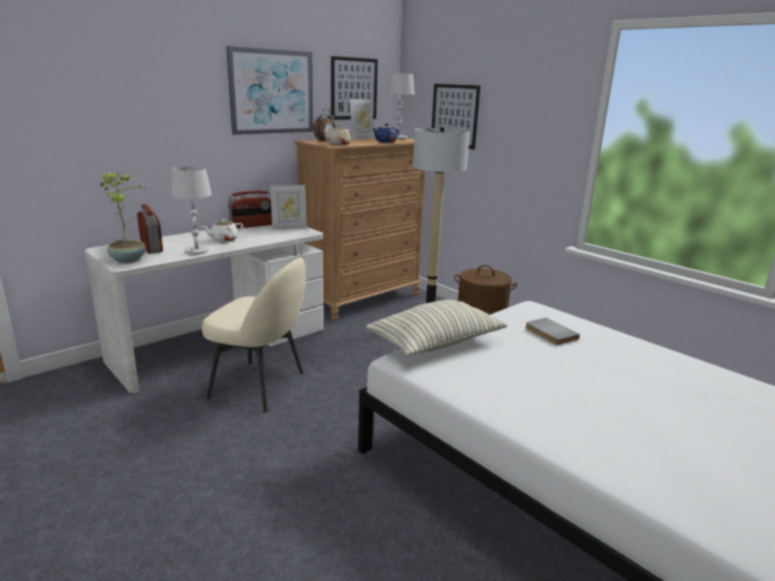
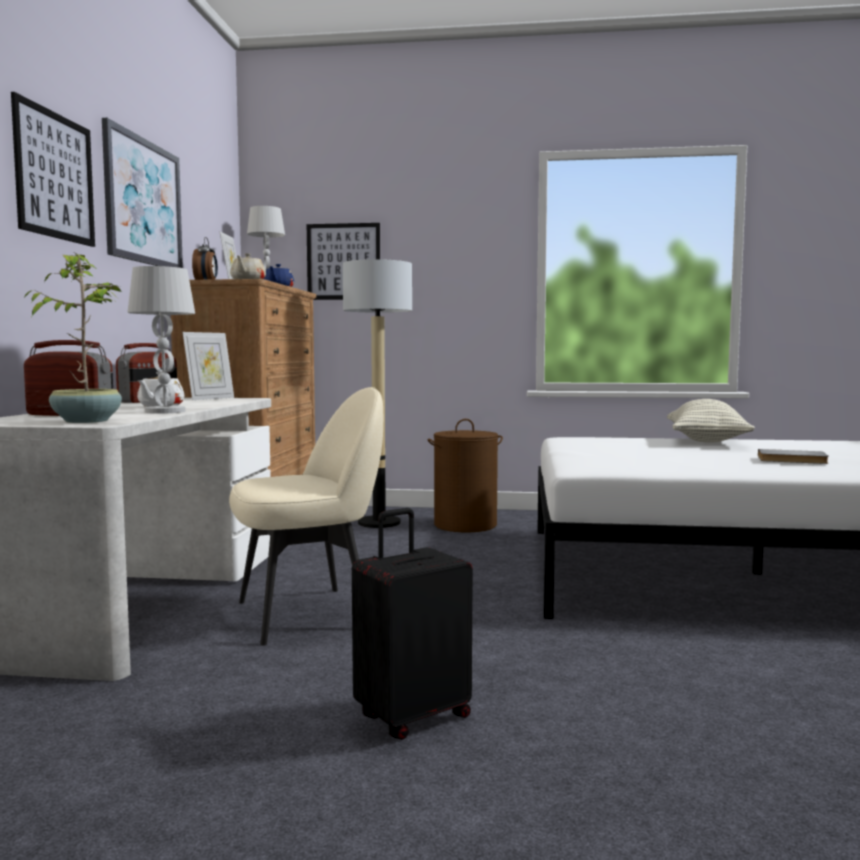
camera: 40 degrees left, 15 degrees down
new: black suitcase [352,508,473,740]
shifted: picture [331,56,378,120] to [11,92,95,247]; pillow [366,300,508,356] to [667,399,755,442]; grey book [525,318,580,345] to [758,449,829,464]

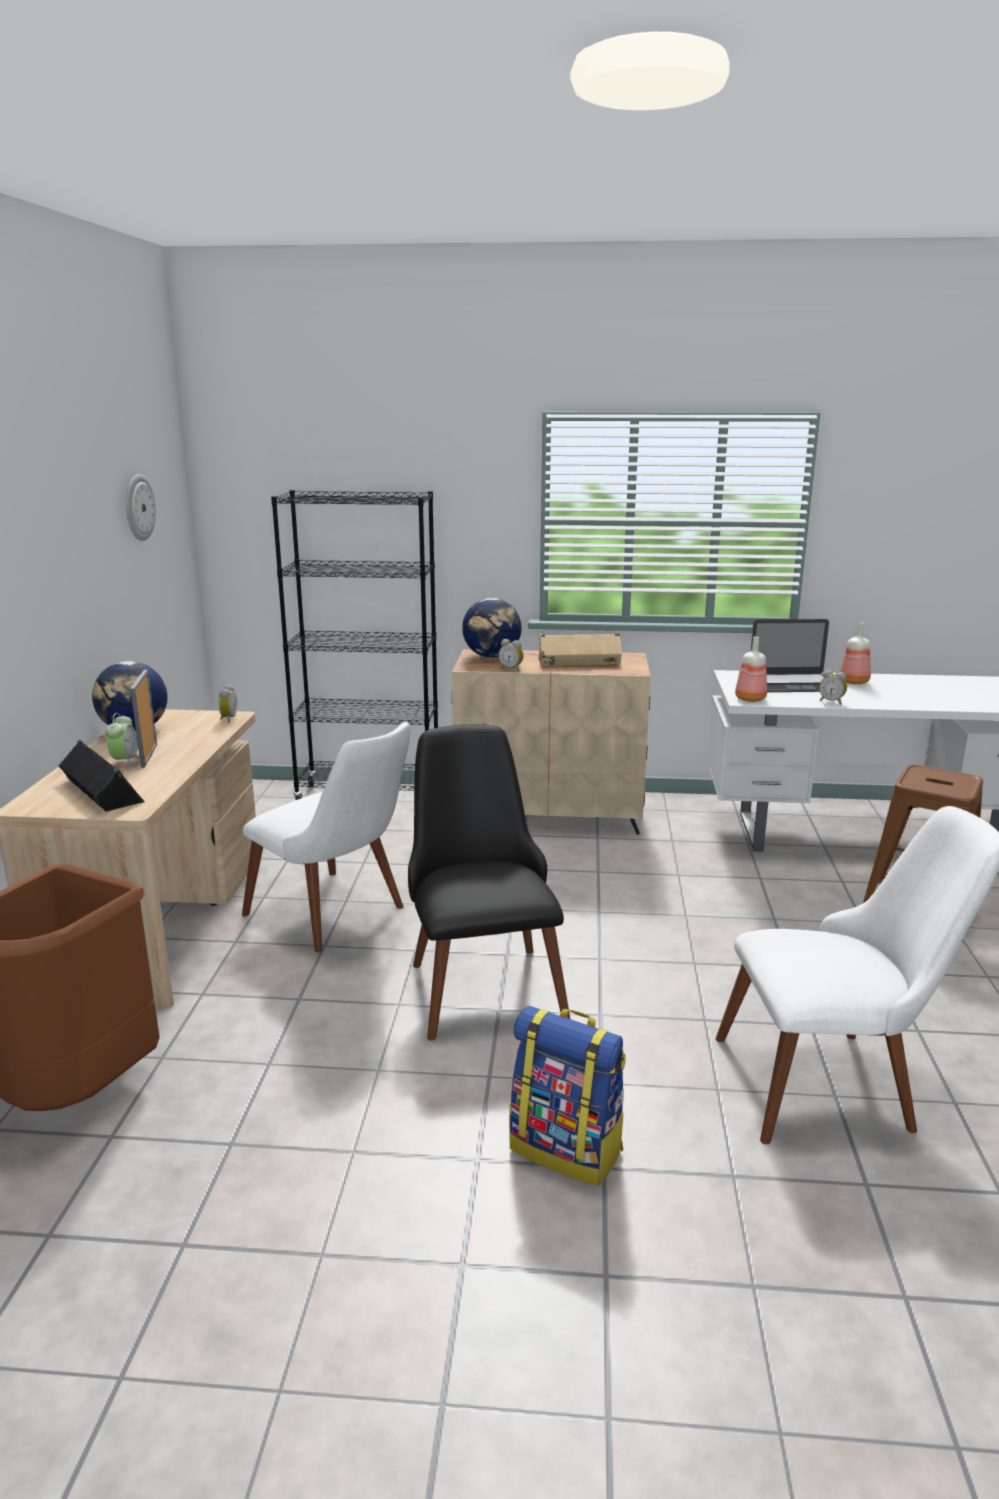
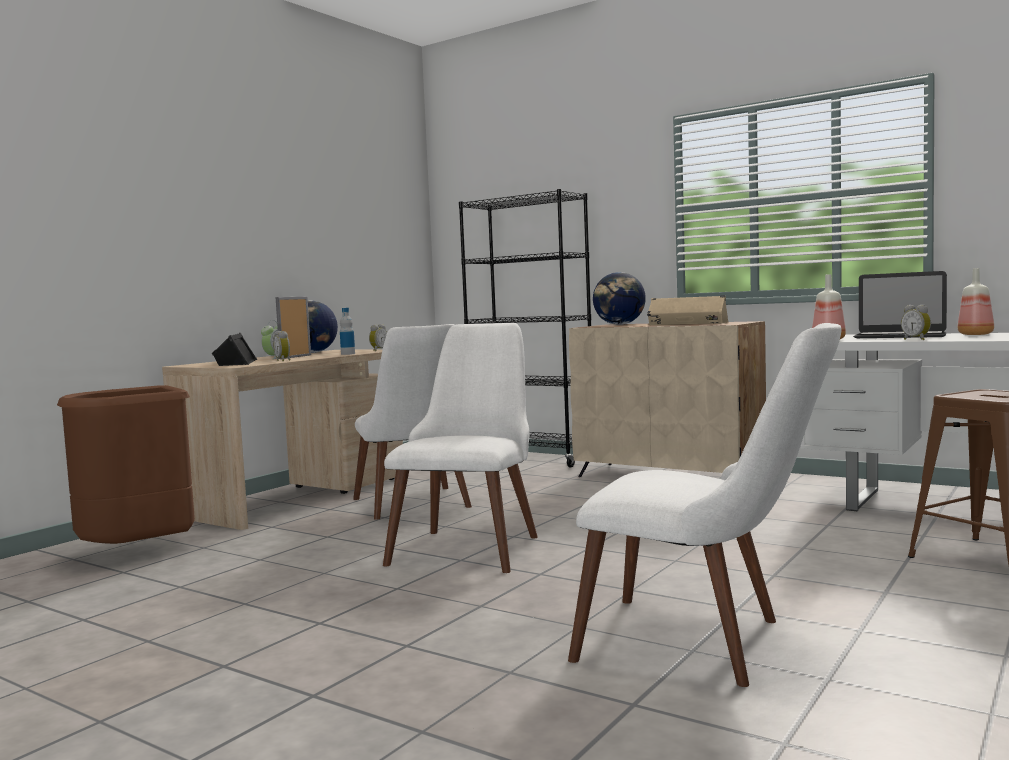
camera: 30 degrees right, 15 degrees down
gone: wall clock [126,474,156,541]; backpack [509,1006,626,1186]
new: bottle [340,308,355,355]
shifted: alarm clock [498,639,524,671] to [273,331,291,361]
repainted: black chair [408,724,570,1041] to white chair [383,323,538,573]

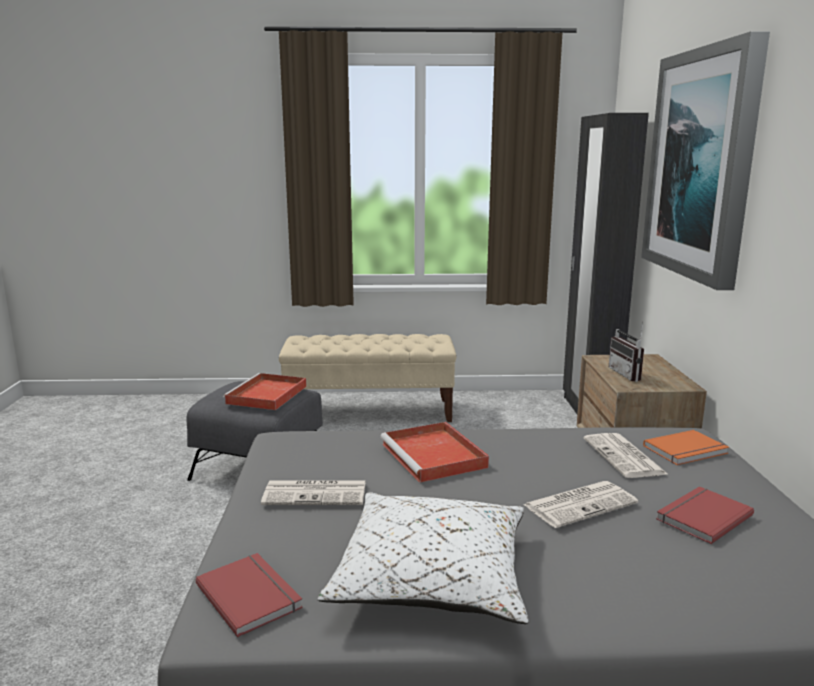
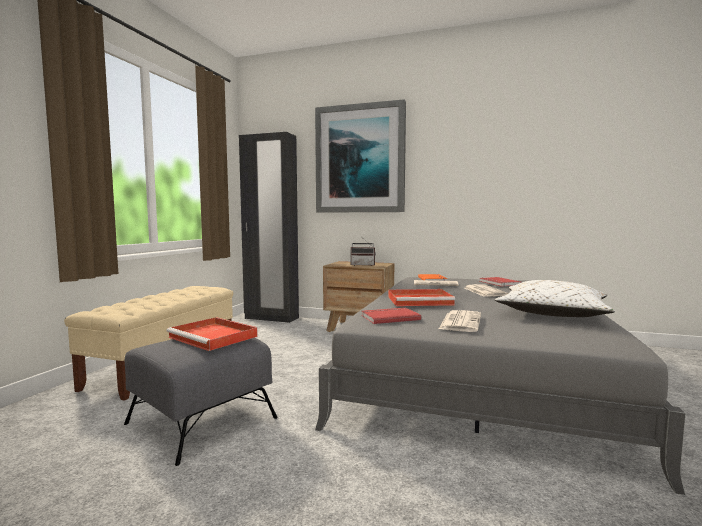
camera: 70 degrees left, 10 degrees down
shifted: red book [196,553,303,638] to [362,308,421,324]

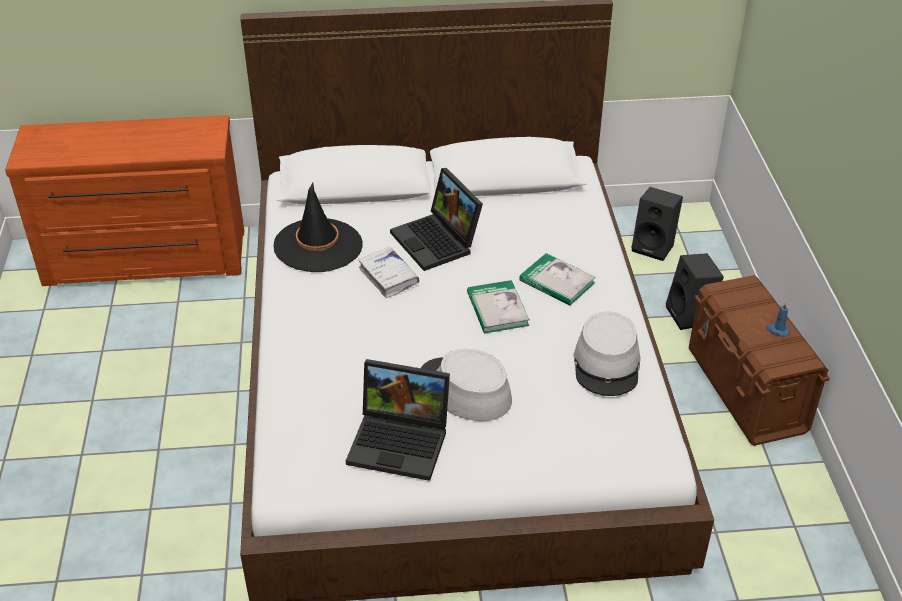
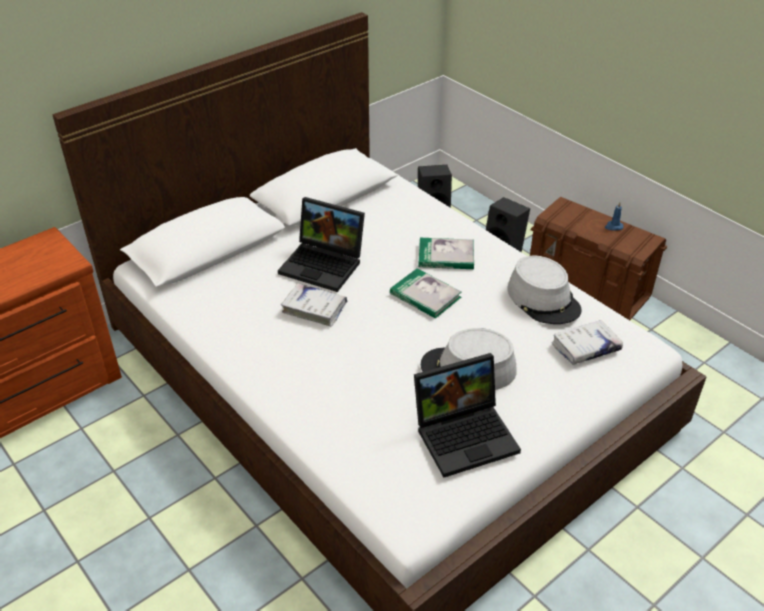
camera: 35 degrees left, 0 degrees up
gone: black hat [274,182,363,272]
new: white book [551,320,623,364]

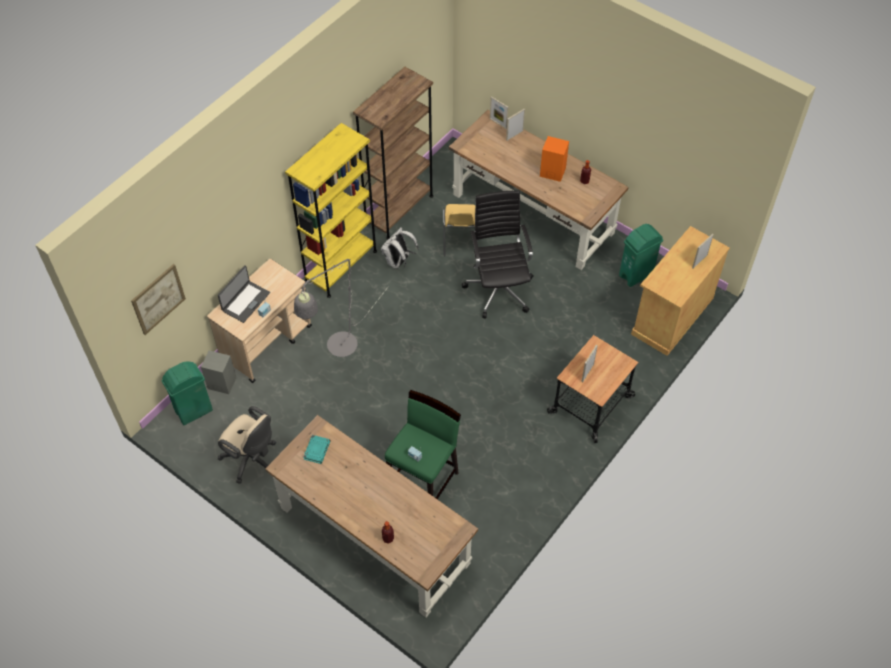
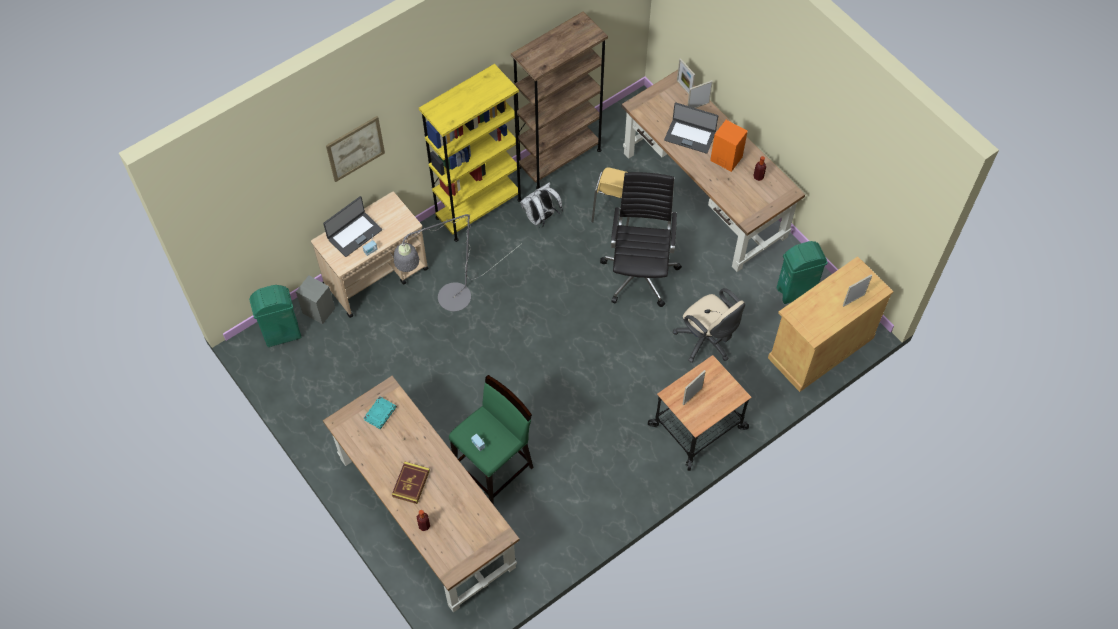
camera: 15 degrees right, 5 degrees up
new: book [392,462,430,504]; laptop [664,102,718,154]
shifted: picture [131,264,186,335] to [326,116,385,182]; beige office chair [218,406,276,484] to [673,288,745,363]

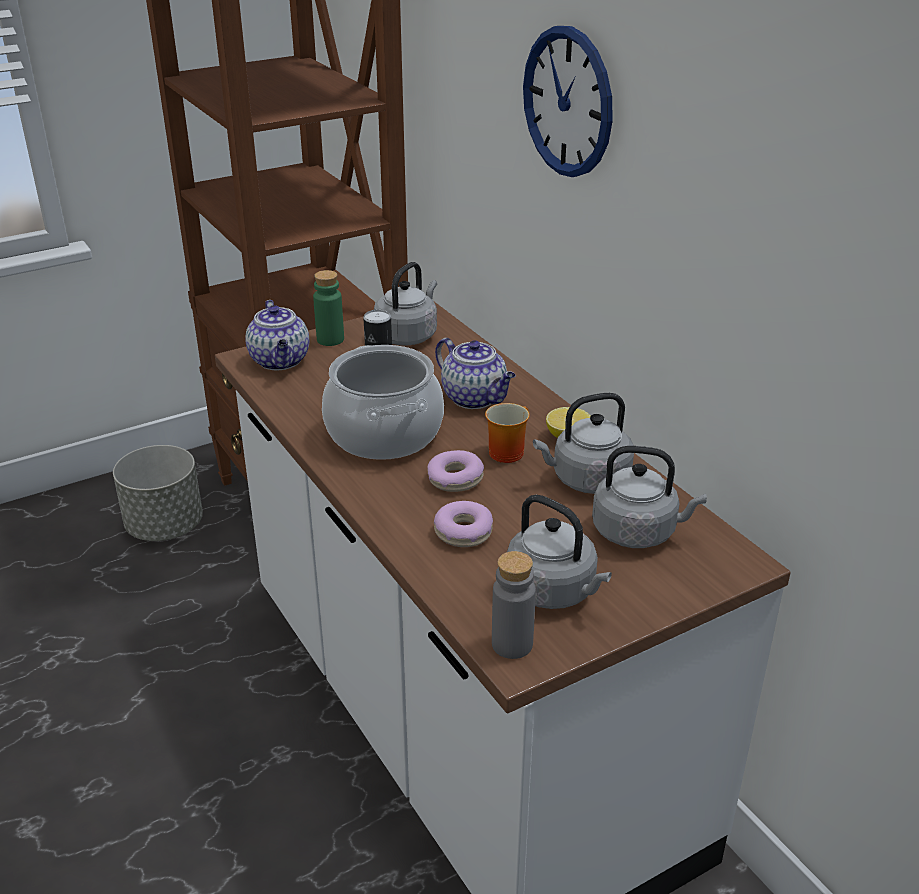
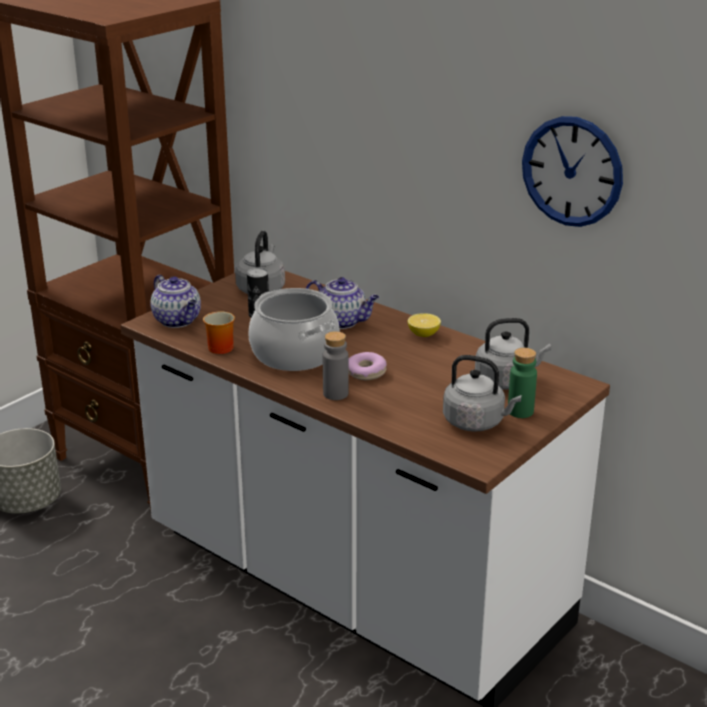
camera: 20 degrees left, 5 degrees down
gone: donut [434,501,493,547]; grey kettle [533,393,634,494]
shifted: green bottle [313,270,344,346] to [508,348,537,418]; mug [485,403,530,463] to [203,311,235,354]; grey bottle [492,551,536,659] to [323,331,349,400]; wall clock [523,26,613,177] to [522,116,623,227]

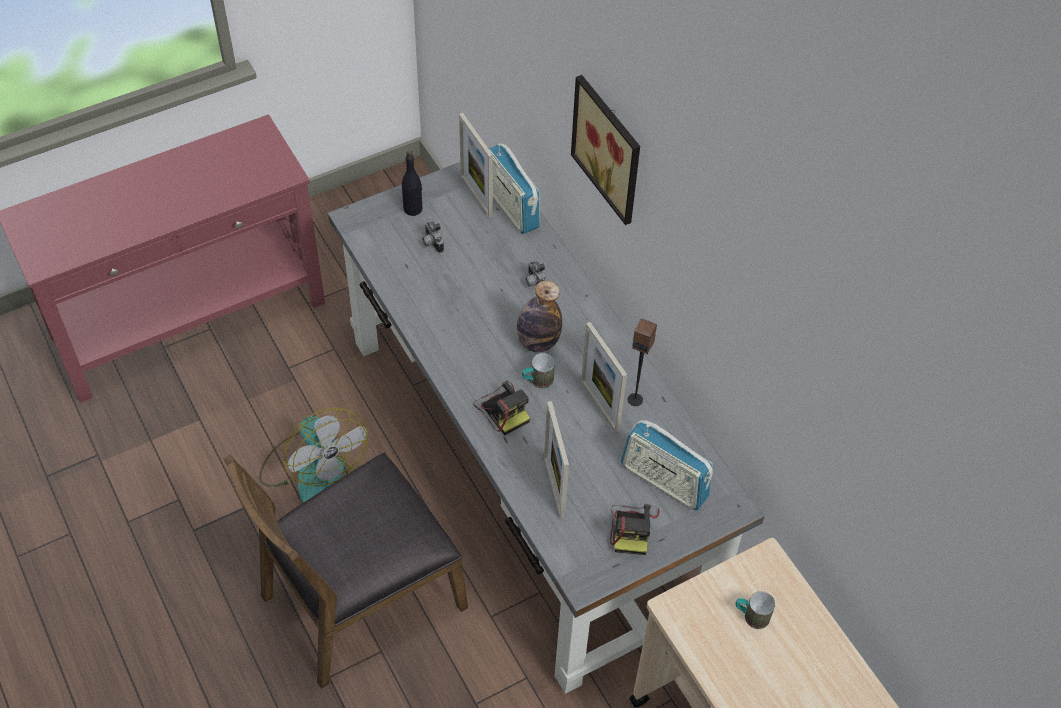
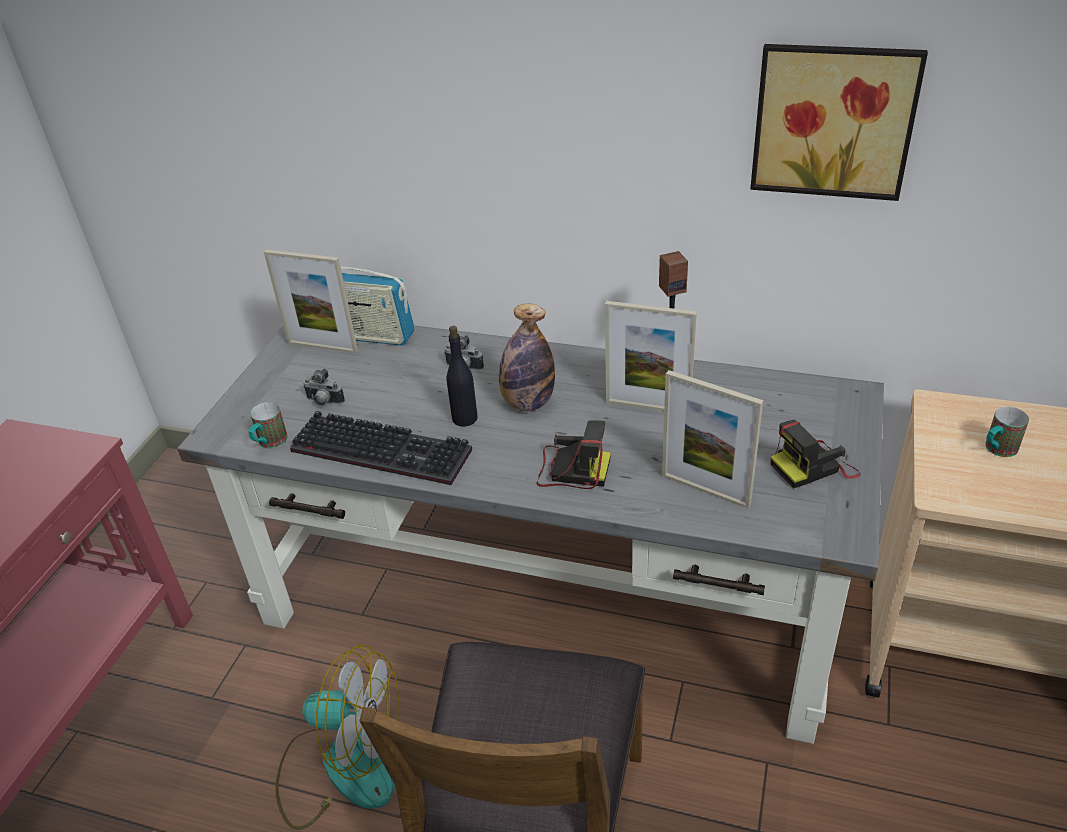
camera: 40 degrees left, 15 degrees down
gone: radio [621,420,713,510]
new: keyboard [290,411,472,485]
shifted: black bottle [402,150,423,216] to [446,326,478,427]; mug [522,353,555,389] to [248,402,288,449]; picture [571,75,640,225] to [750,44,928,201]
rotated: photo camera [610,504,660,555] = [771,420,860,489] 105 degrees clockwise

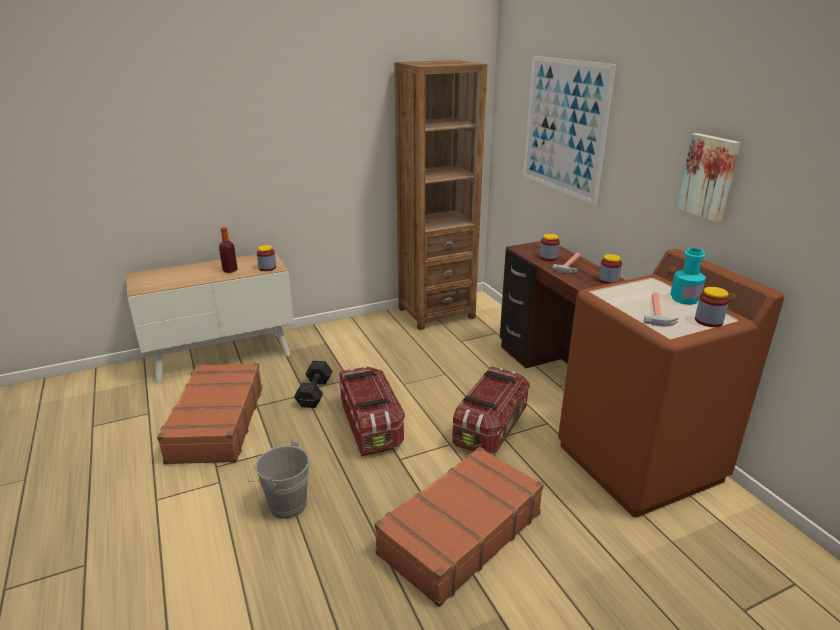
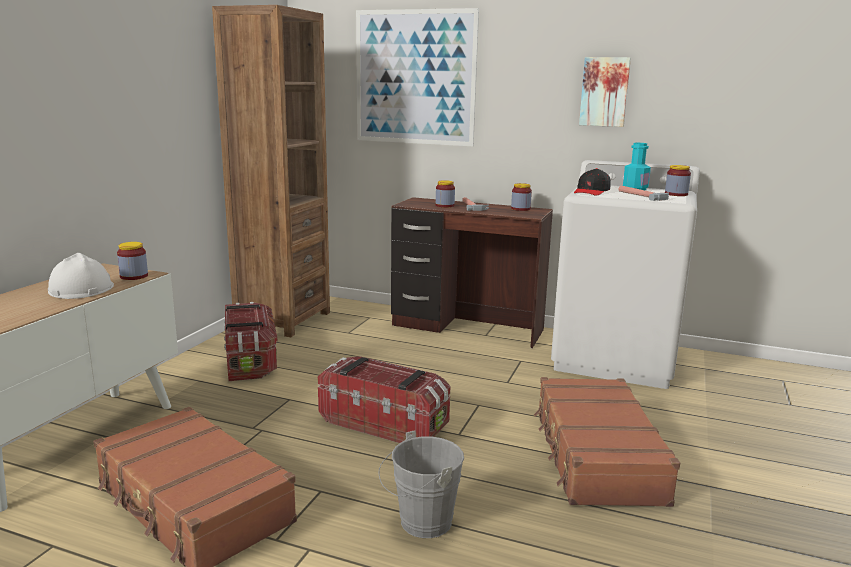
camera: 45 degrees left, 10 degrees down
gone: black dumbbell [294,361,332,408]
new: black cap [574,168,611,196]
shifted: storage box [452,366,530,454] to [224,302,277,381]
swapped: bottle [219,227,238,273] to white hard hat [48,253,114,299]
repainted: brown washing machine [558,249,784,517] to white washing machine [551,160,700,389]

